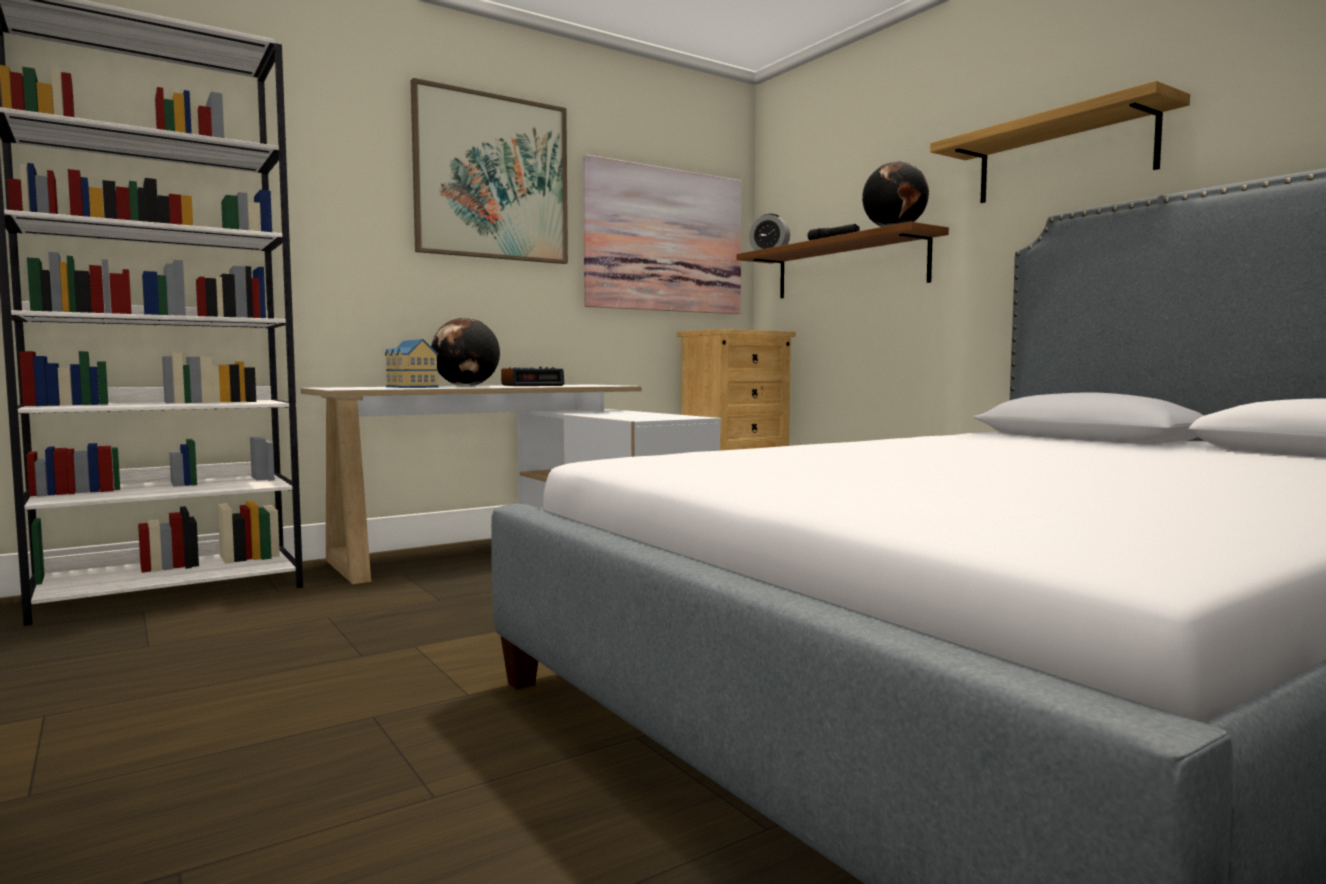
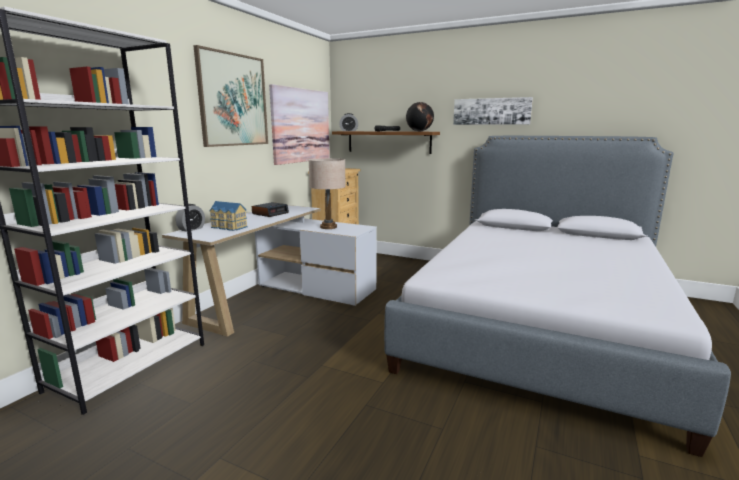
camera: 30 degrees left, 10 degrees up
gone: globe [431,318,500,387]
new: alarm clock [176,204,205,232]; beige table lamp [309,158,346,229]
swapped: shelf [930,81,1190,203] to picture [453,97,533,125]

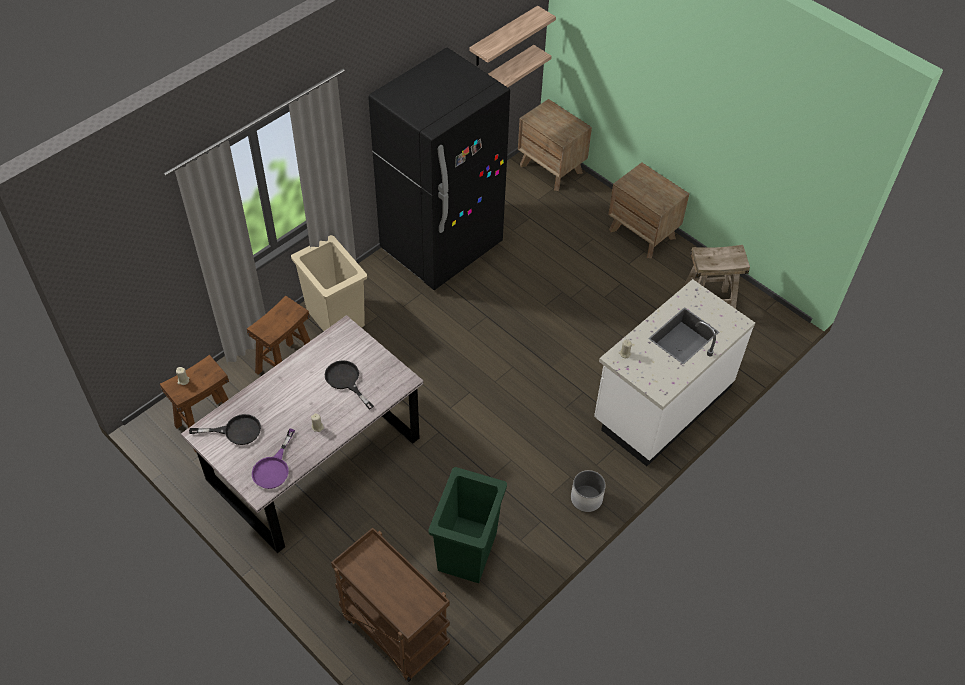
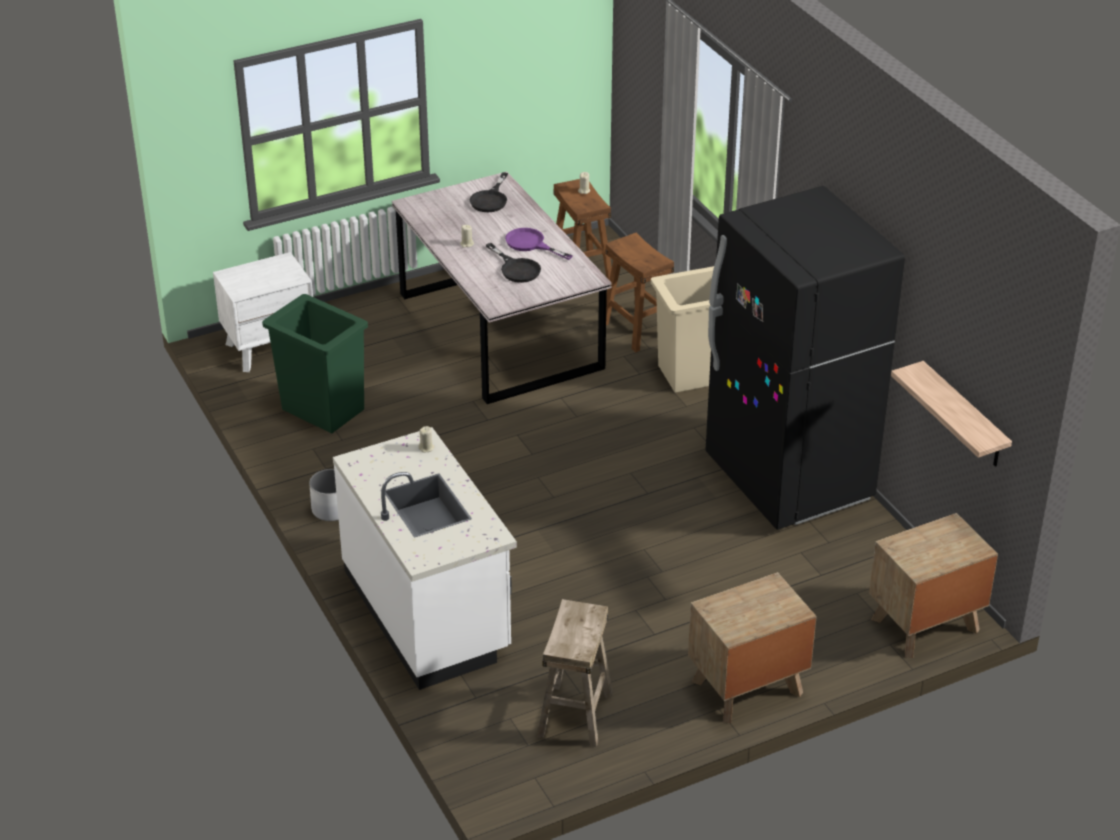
camera: 110 degrees right, 15 degrees down
gone: shelf [469,6,556,66]
shifted: purple frying pan [252,428,295,489] to [505,228,573,260]
swapped: brown cart [331,528,450,682] to white nightstand [213,252,313,372]
rotated: black frying pan [325,360,374,410] = [486,243,541,283] 75 degrees clockwise

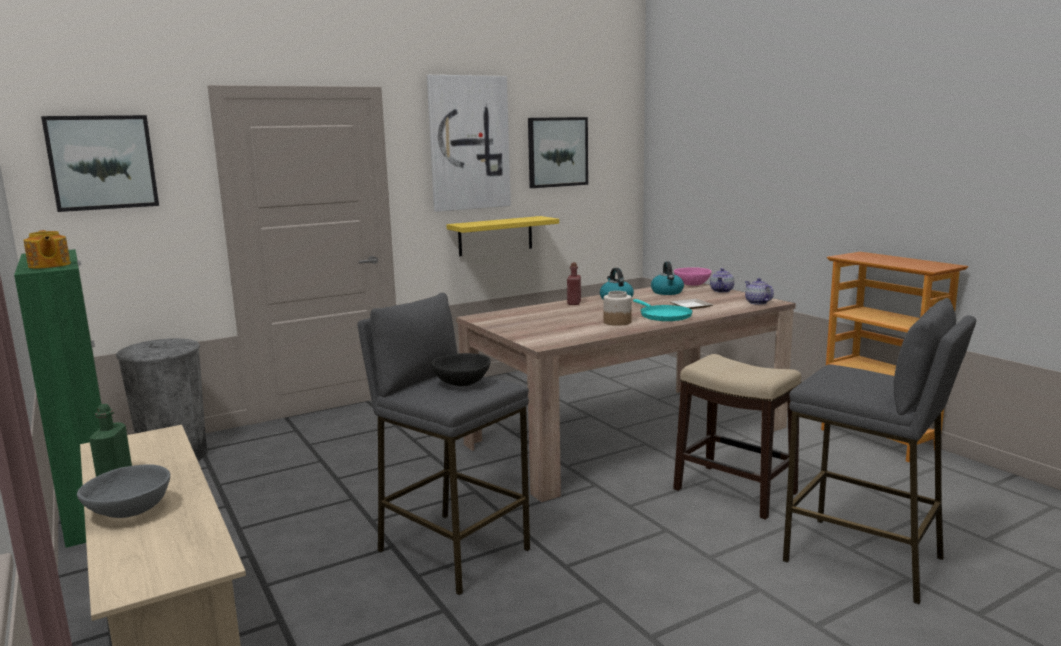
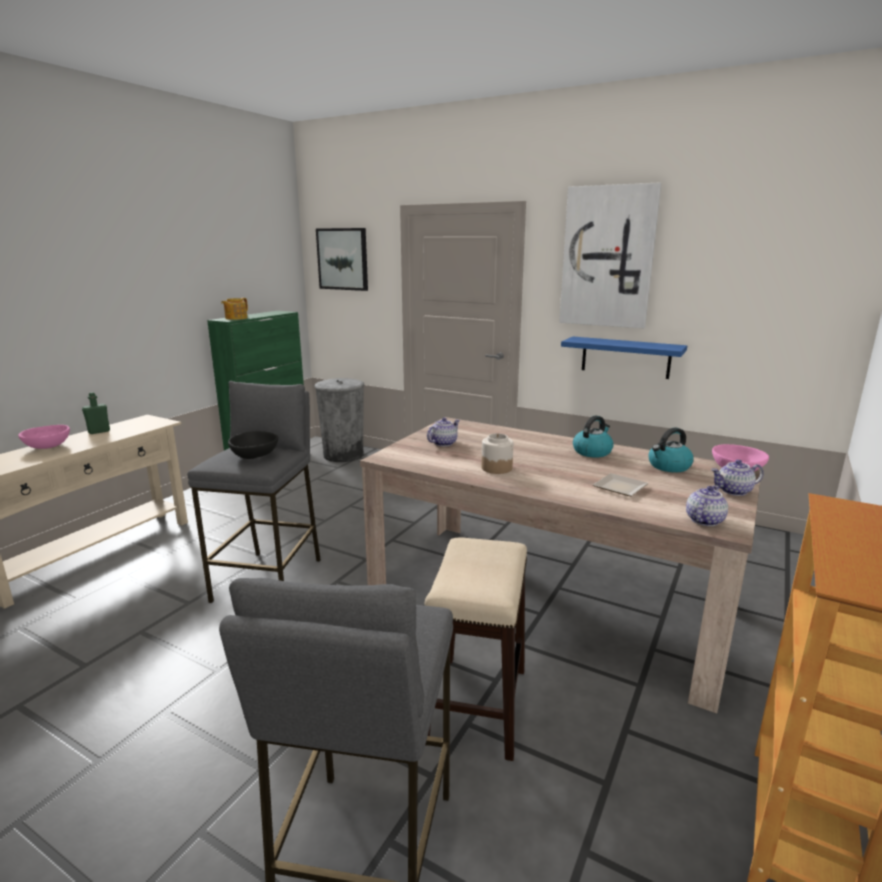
camera: 60 degrees right, 5 degrees up
gone: picture [528,117,588,188]; red bottle [567,262,581,305]; turquoise frying pan [633,299,693,321]
new: teapot [427,418,460,447]
repainted: grey bowl [77,464,170,518] to pink bowl [18,425,70,449]; yellow shelf [446,216,559,256] to blue shelf [561,337,687,379]

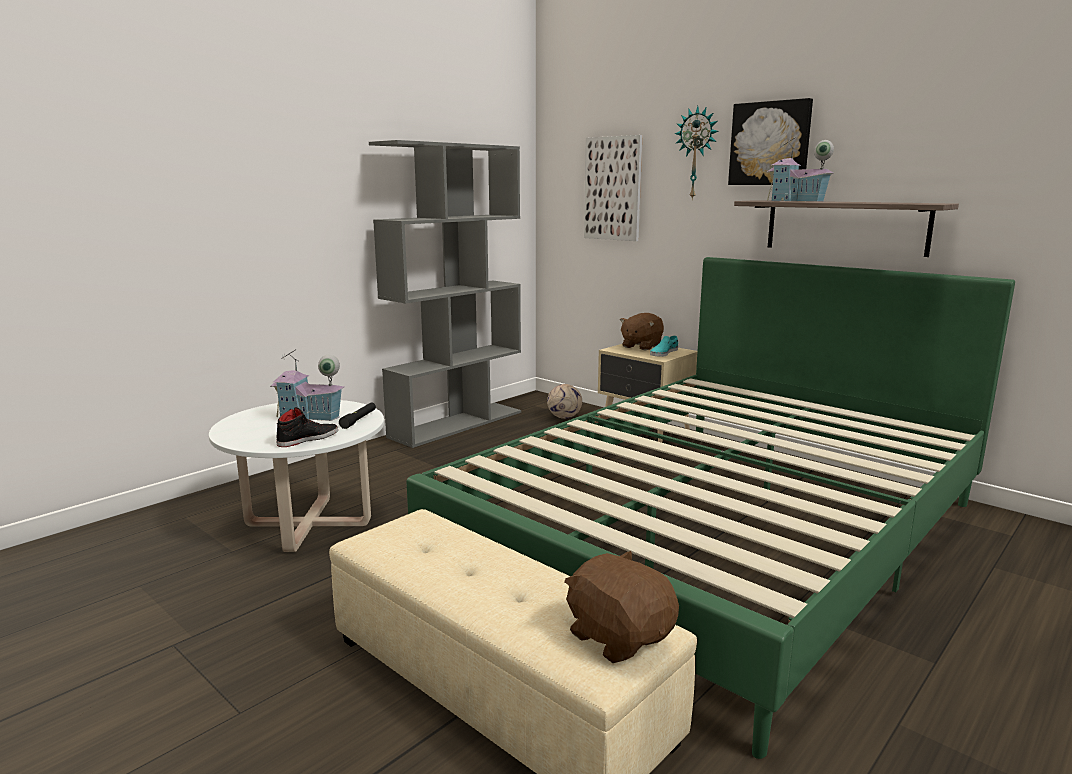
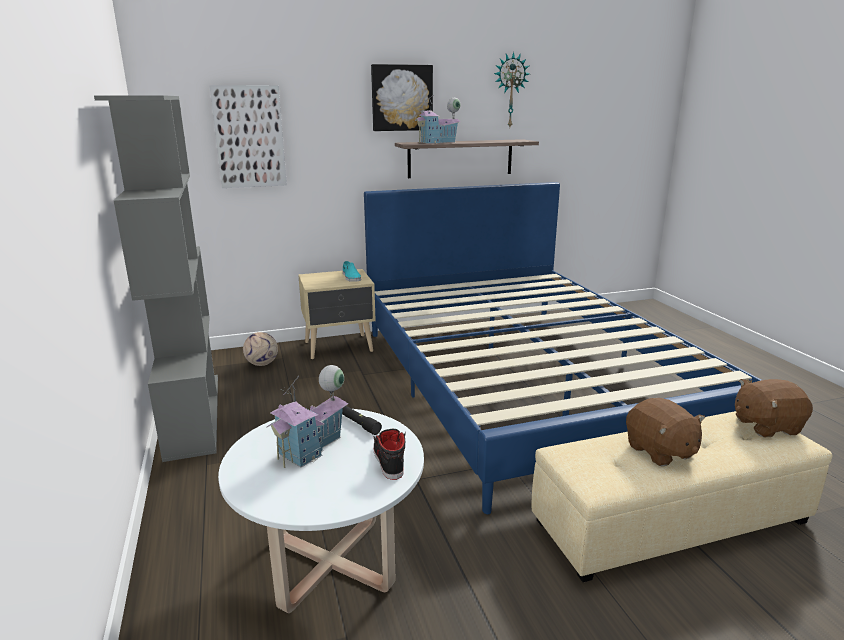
camera: 60 degrees left, 5 degrees up
shifted: brown plush toy [620,313,664,350] to [626,398,705,467]; wall clock [674,106,719,200] to [494,52,530,127]
repainted: green bed [406,257,1015,759] to blue bed [364,182,761,514]

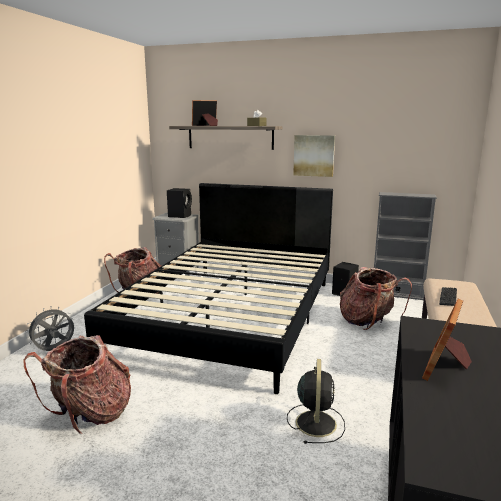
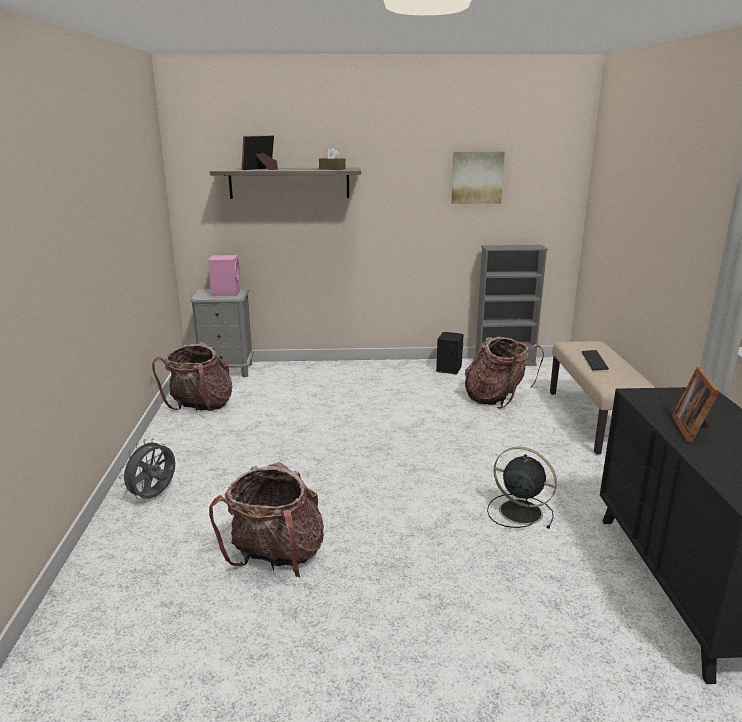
camera: 20 degrees left, 5 degrees up
gone: black bed [84,183,333,394]
shifted: picture [293,135,335,177] to [451,151,505,204]
repainted: black speaker [167,188,192,218] to pink speaker [208,255,240,296]
rotated: black fan [287,359,345,444] = [487,447,557,529] 45 degrees counterclockwise

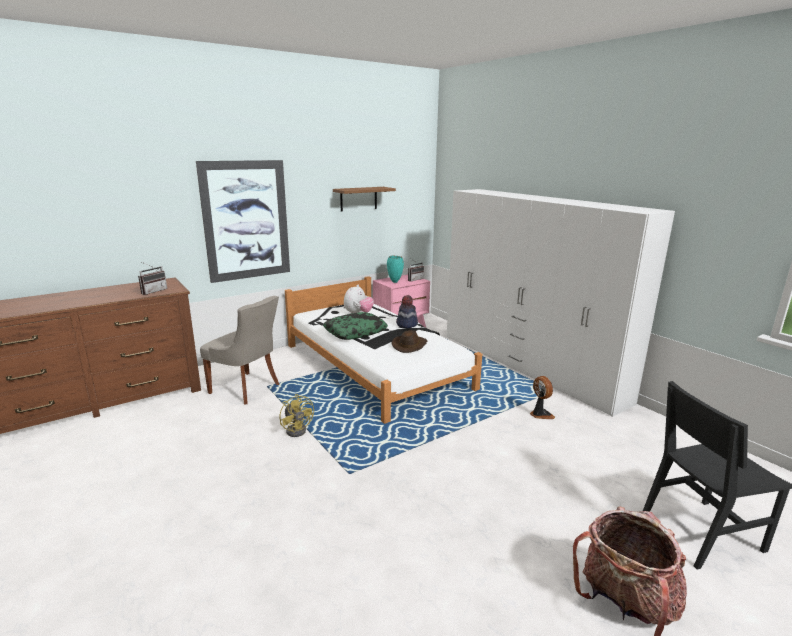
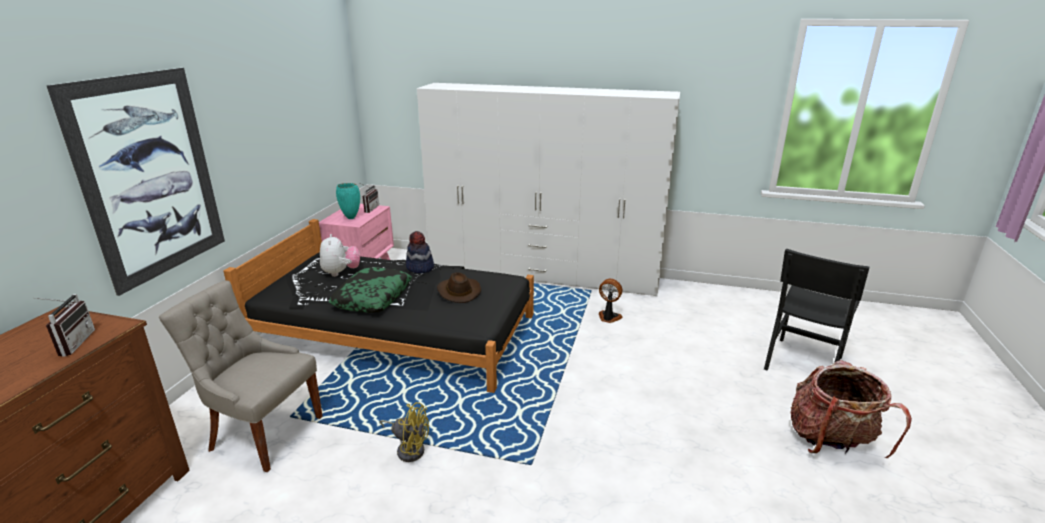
camera: 40 degrees left, 5 degrees up
gone: brown shelf [333,187,396,211]
repainted: white bed [285,276,482,424] to black bed [223,219,534,393]
rotated: grey chair [200,296,279,405] = [159,280,323,472] 150 degrees counterclockwise

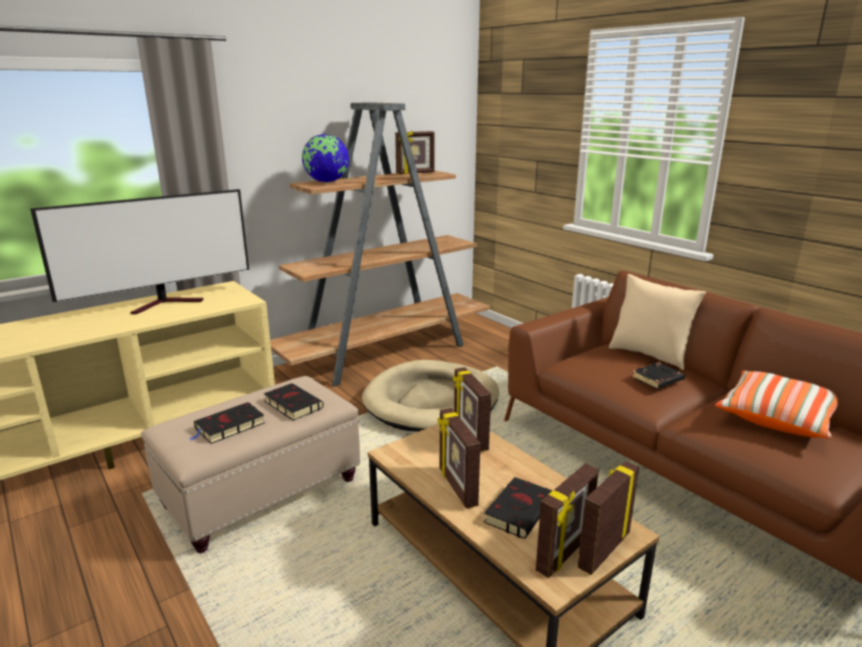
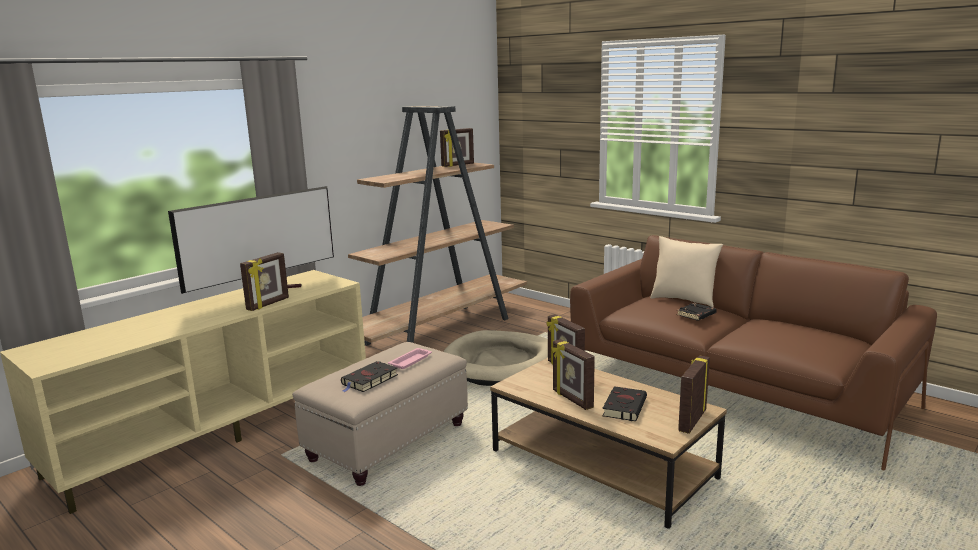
camera: 10 degrees left, 5 degrees down
gone: globe [302,134,349,182]; pillow [715,370,838,438]
shifted: picture frame [536,463,599,578] to [240,252,289,311]
swapped: black book [264,383,324,421] to pink tray [388,348,432,369]

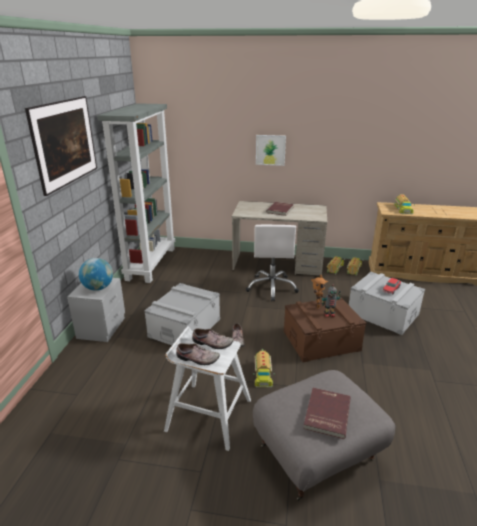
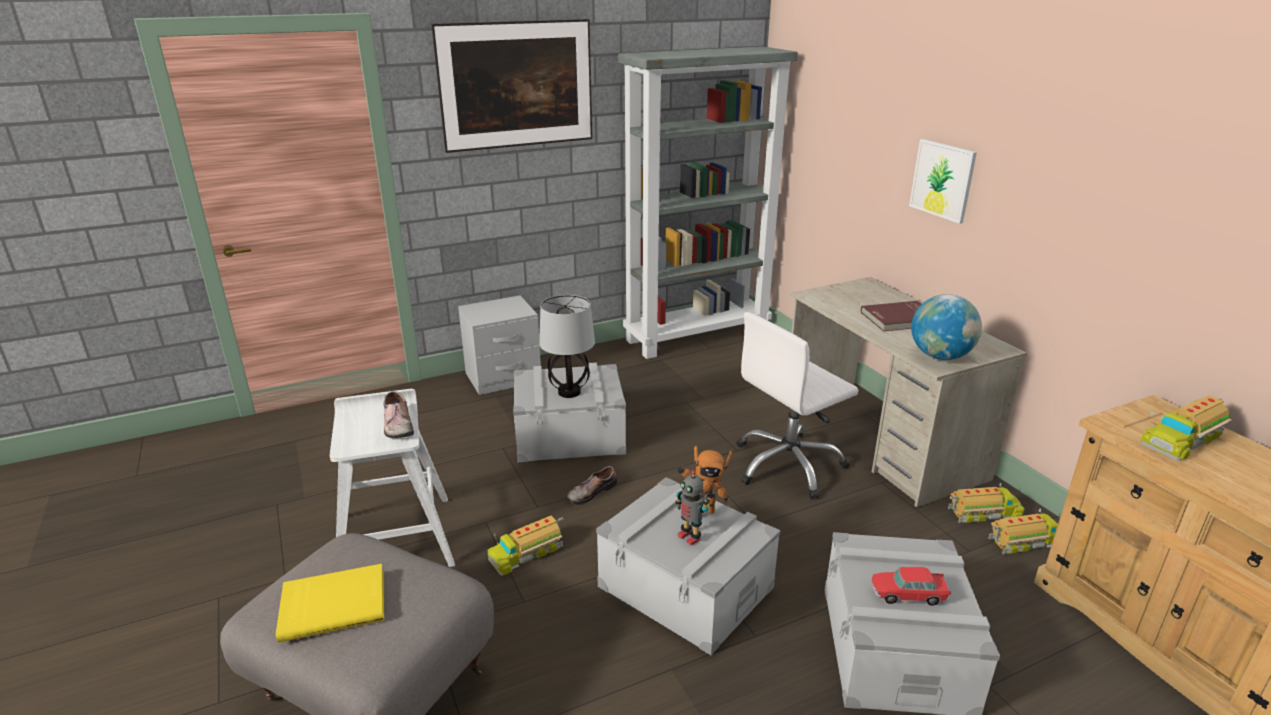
camera: 55 degrees right, 0 degrees up
gone: shoe [176,343,220,365]
new: table lamp [539,295,595,398]
shifted: globe [79,258,113,291] to [911,294,982,360]
repainted: brown storage box [284,297,366,362] to grey storage box [596,477,780,655]; red book [303,388,351,439] to yellow book [276,564,384,643]

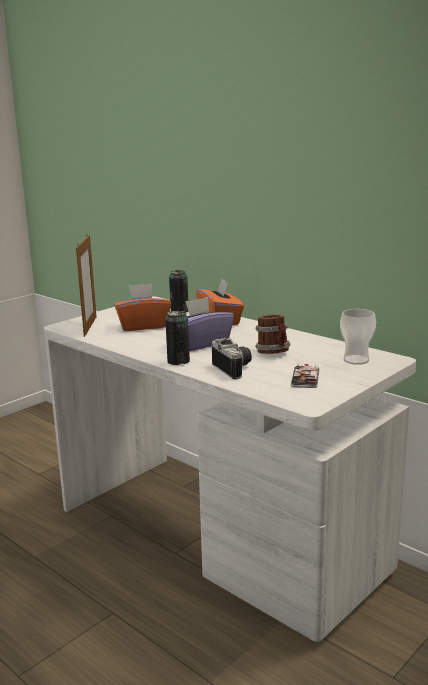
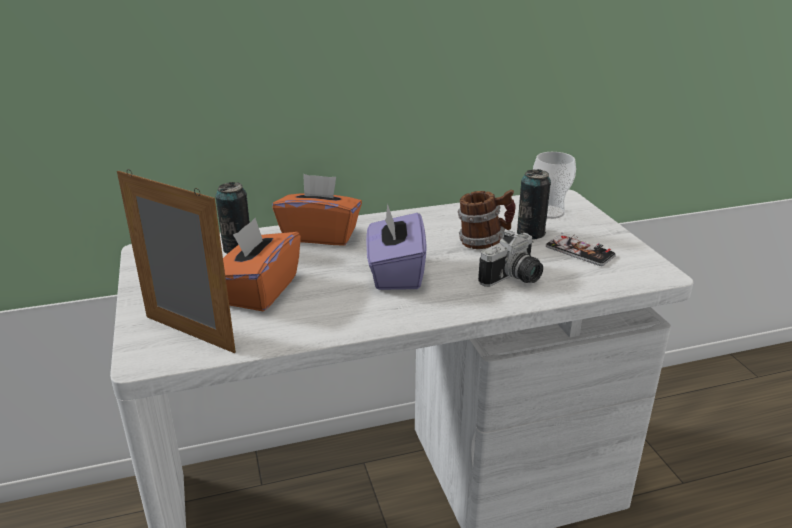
camera: 60 degrees left, 10 degrees up
shifted: can [165,310,190,365] to [517,169,551,240]
rotated: photo camera [212,337,252,379] = [478,230,543,287] 135 degrees clockwise

